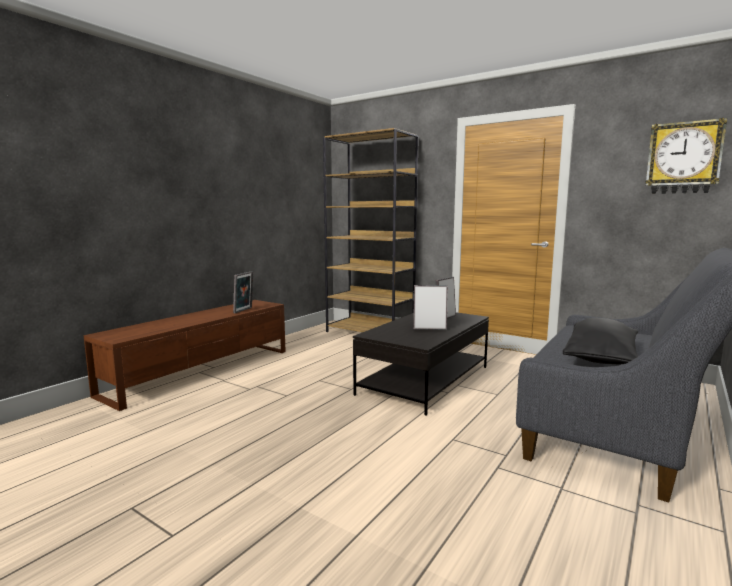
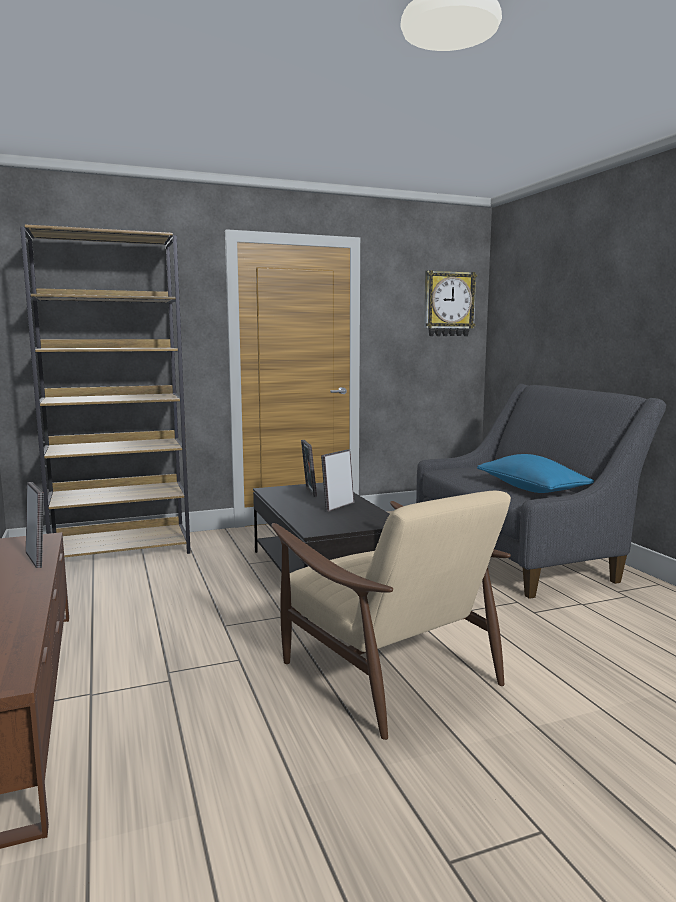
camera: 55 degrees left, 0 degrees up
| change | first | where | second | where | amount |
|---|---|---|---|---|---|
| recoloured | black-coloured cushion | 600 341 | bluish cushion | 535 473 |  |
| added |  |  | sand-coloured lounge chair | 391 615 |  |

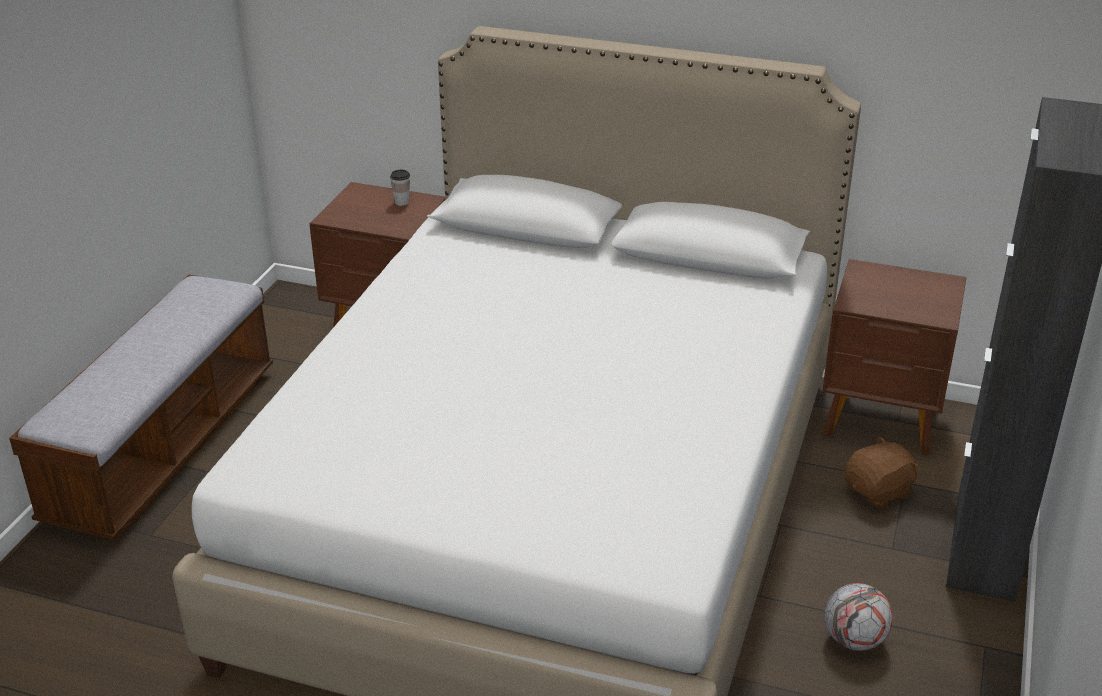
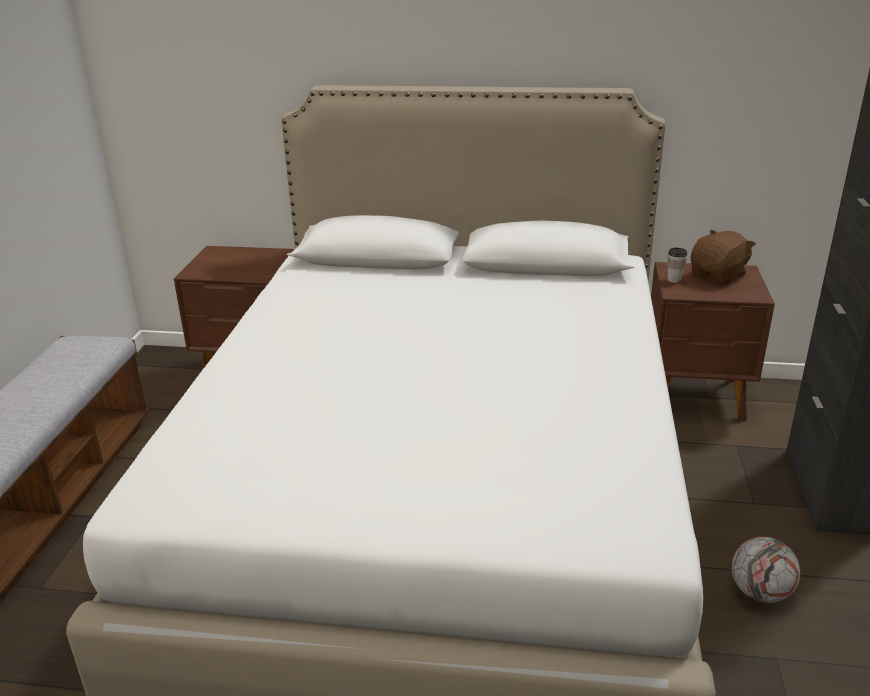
camera: 10 degrees left, 5 degrees down
| change | first | where | second | where | amount |
|---|---|---|---|---|---|
| moved | drinking cup | 400 188 |  | 677 265 |  |
| moved | brownish cuddly toy | 882 473 |  | 723 257 |  |

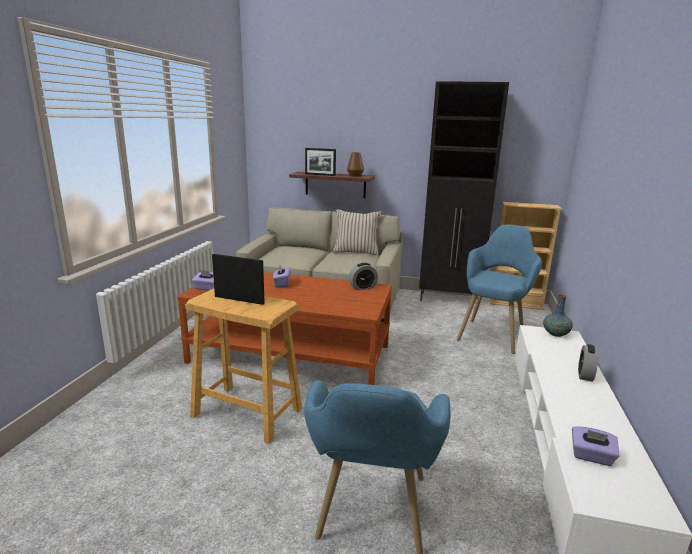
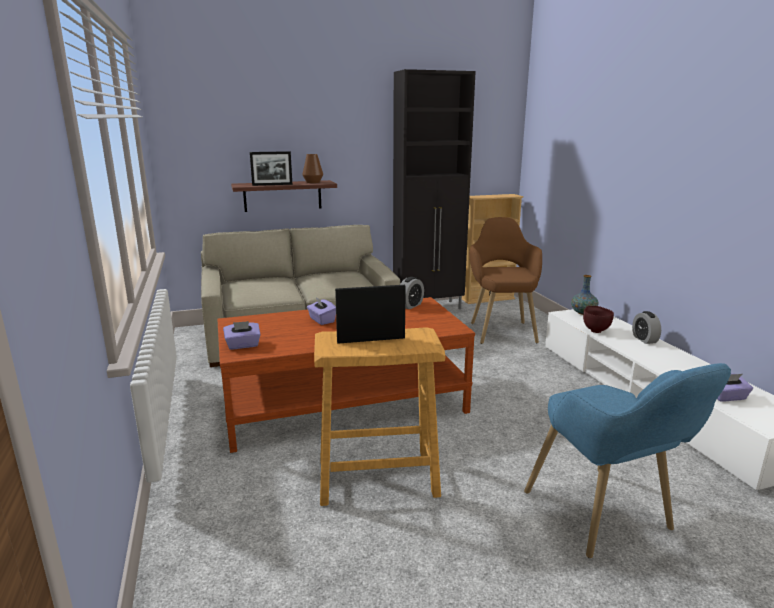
camera: 30 degrees left, 0 degrees up
| change | first | where | second | where | amount |
|---|---|---|---|---|---|
| removed | sand-coloured cushion | 357 232 |  |  |  |
| recoloured | bluish lounge chair | 499 289 | brownish lounge chair | 505 280 |  |
| added |  |  | brownish bowl | 598 319 |  |

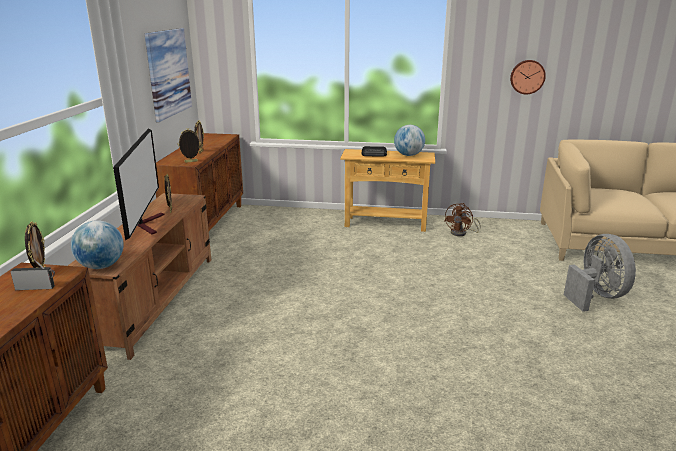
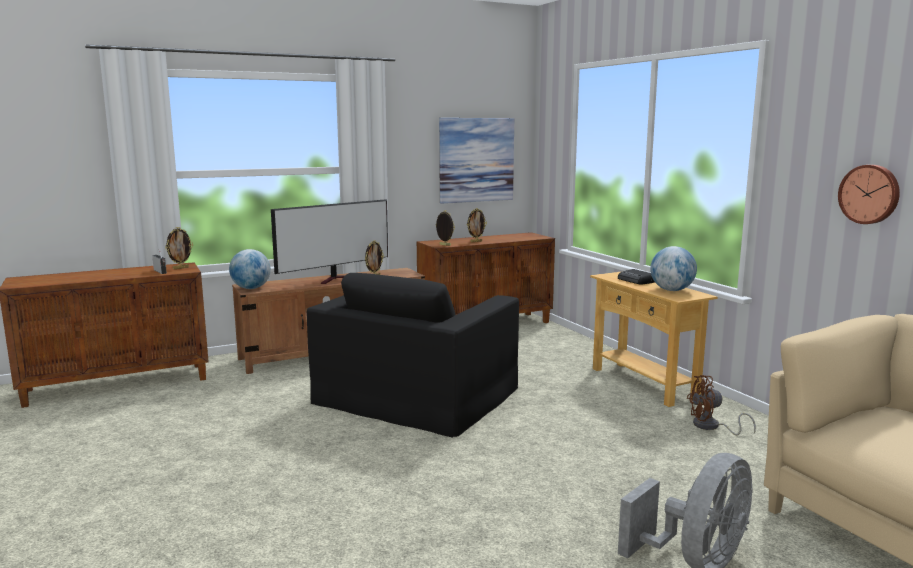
camera: 55 degrees right, 10 degrees down
| change | first | where | second | where | amount |
|---|---|---|---|---|---|
| added |  |  | black-coloured lounge chair | 413 355 |  |

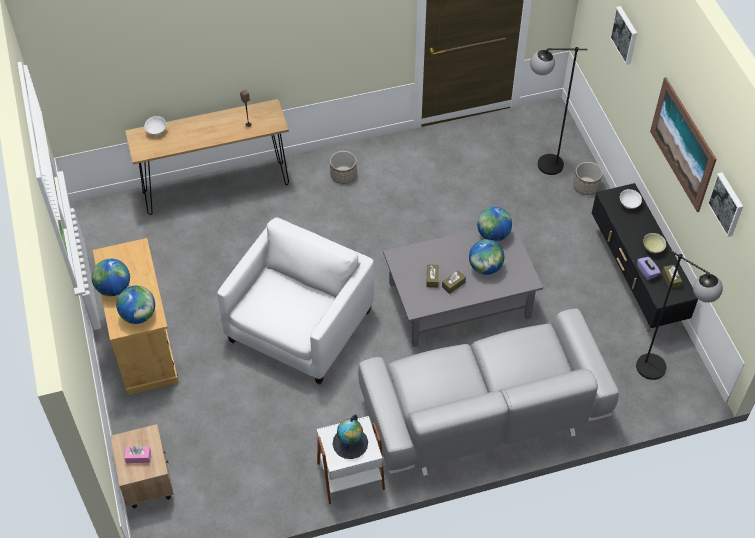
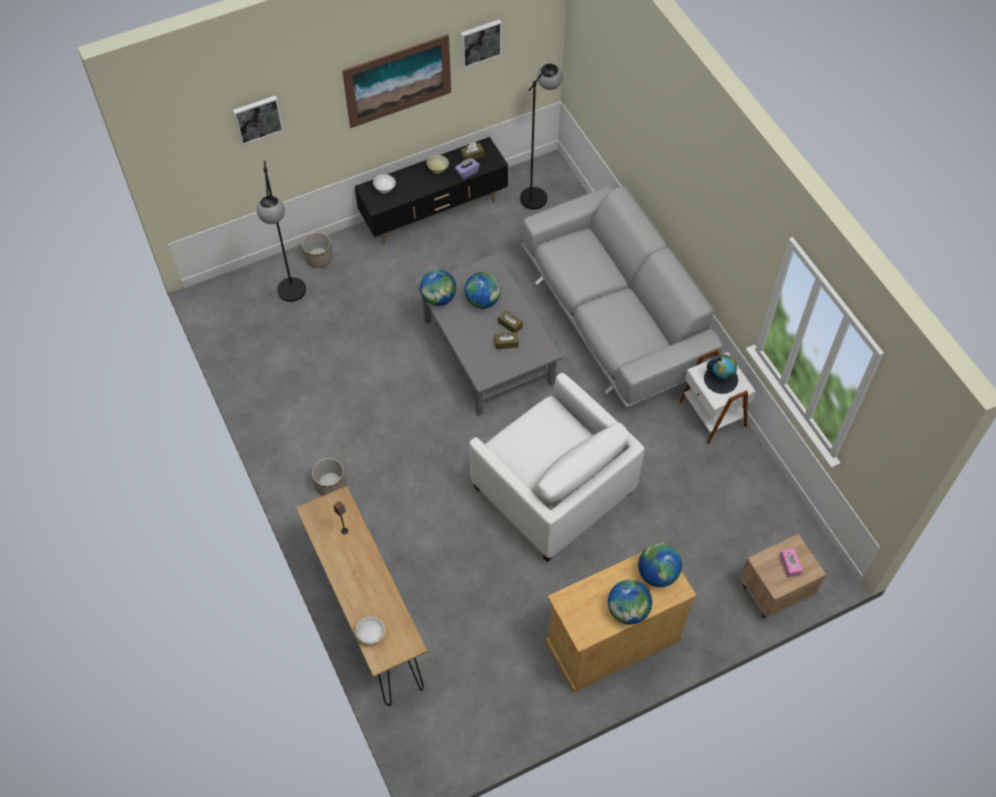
camera: 100 degrees left, 5 degrees up
| change | first | where | second | where | amount |
|---|---|---|---|---|---|
| turned | whitish lounge chair | 295 300 |  | 557 467 | 150 degrees counterclockwise |

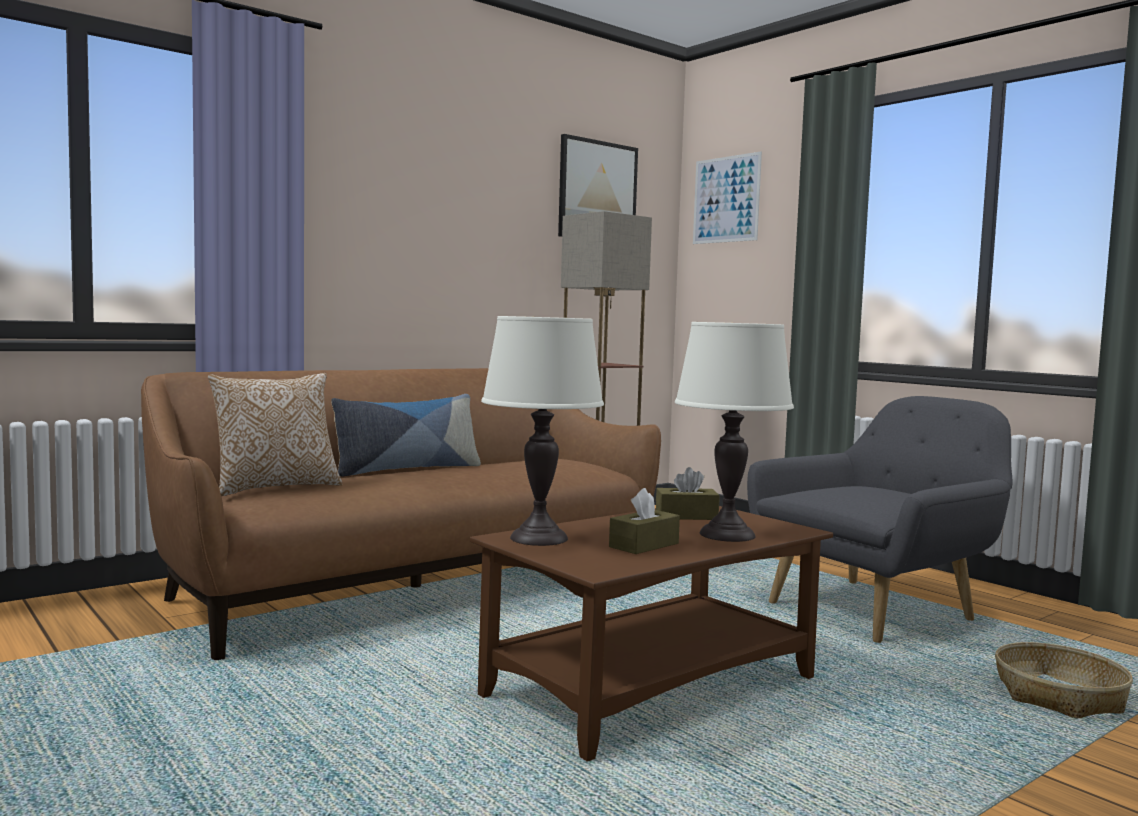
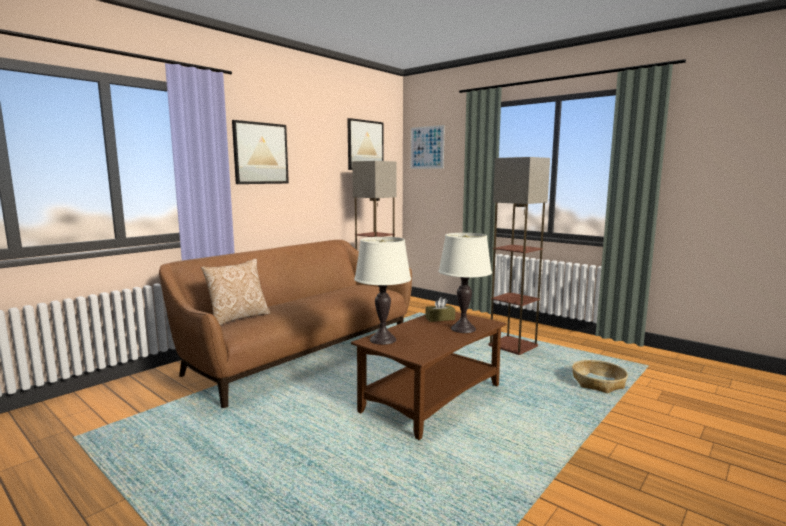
camera: 10 degrees left, 5 degrees up
| change | first | where | second | where | amount |
|---|---|---|---|---|---|
| removed | cushion | 406 435 |  |  |  |
| replaced | greyish lounge chair | 880 519 | standing lamp | 519 256 |  |
| removed | brownish box of tissues | 644 521 |  |  |  |
| added |  |  | wall picture | 260 152 |  |

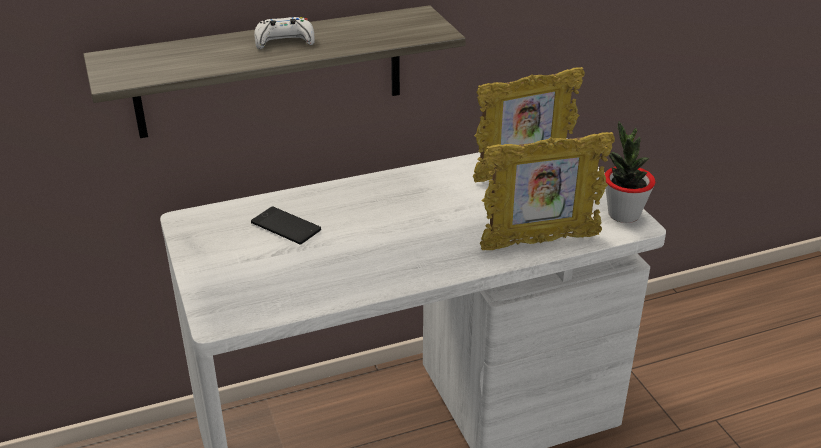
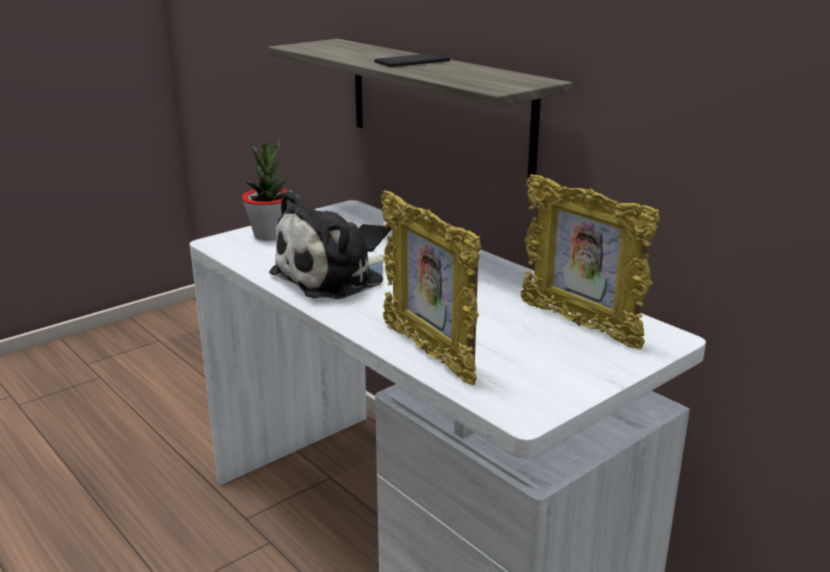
camera: 70 degrees right, 10 degrees down
| change | first | where | second | where | amount |
|---|---|---|---|---|---|
| replaced | whitish game controller | 285 33 | phone | 412 60 |  |
| moved | plant in a pot | 629 172 |  | 264 189 |  |
| added |  |  | cuddly toy | 327 244 |  |

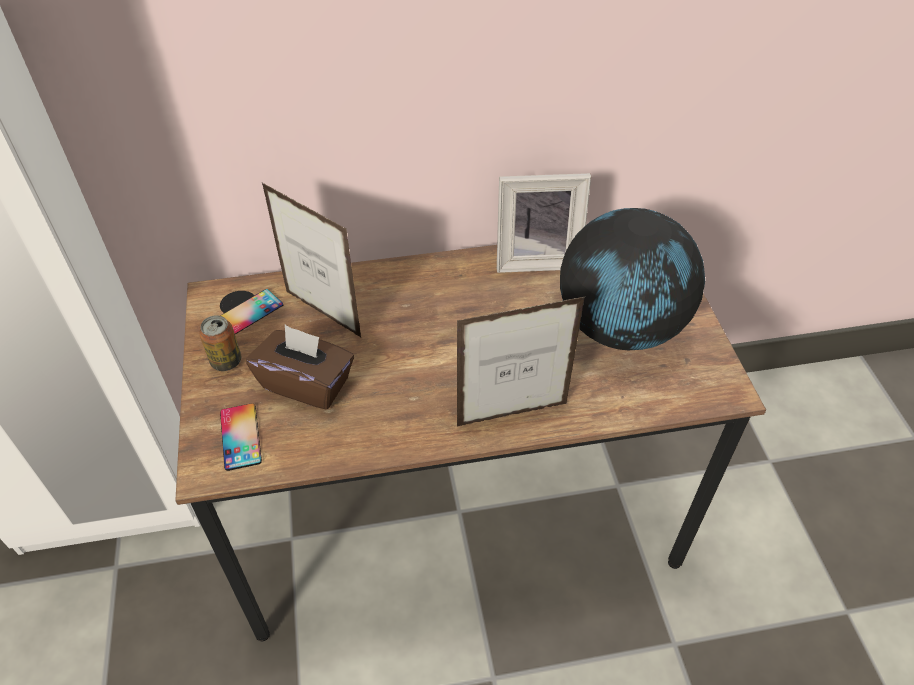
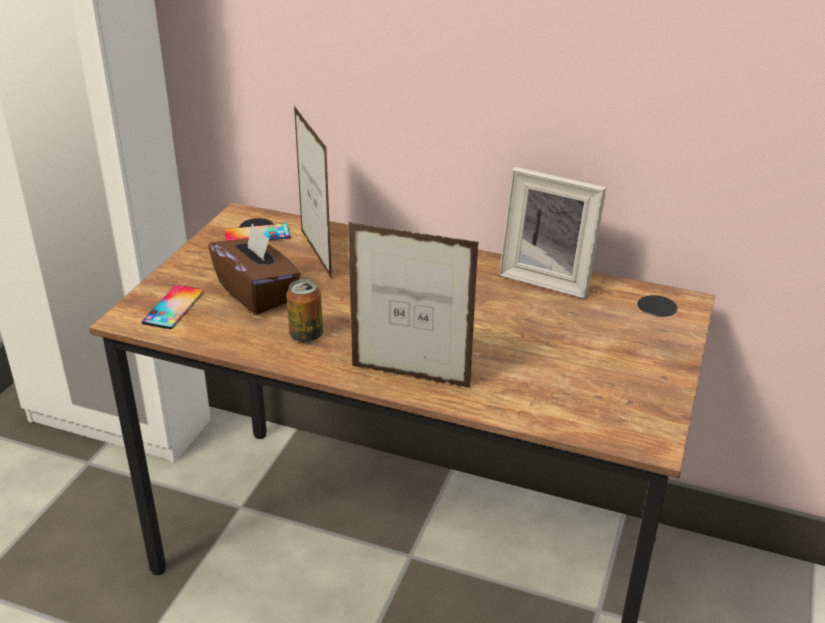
camera: 30 degrees right, 15 degrees down
| change | first | where | second | where | amount |
|---|---|---|---|---|---|
| removed | desk globe | 632 279 |  |  |  |
| moved | sealed can | 220 343 |  | 304 310 |  |

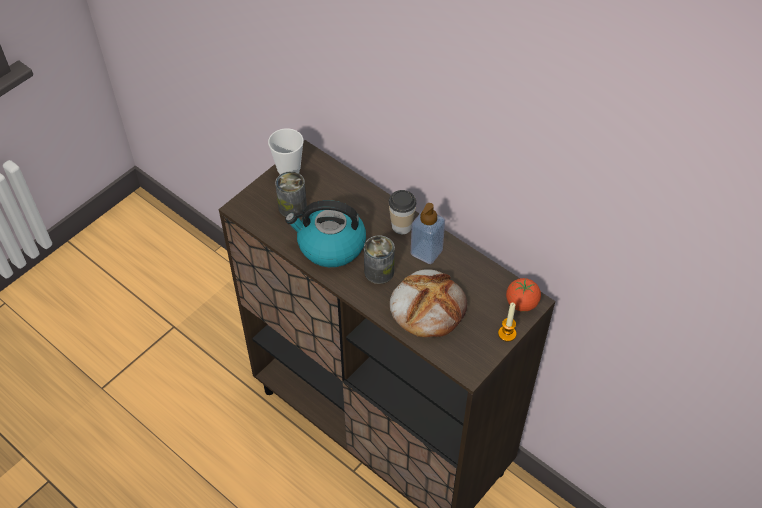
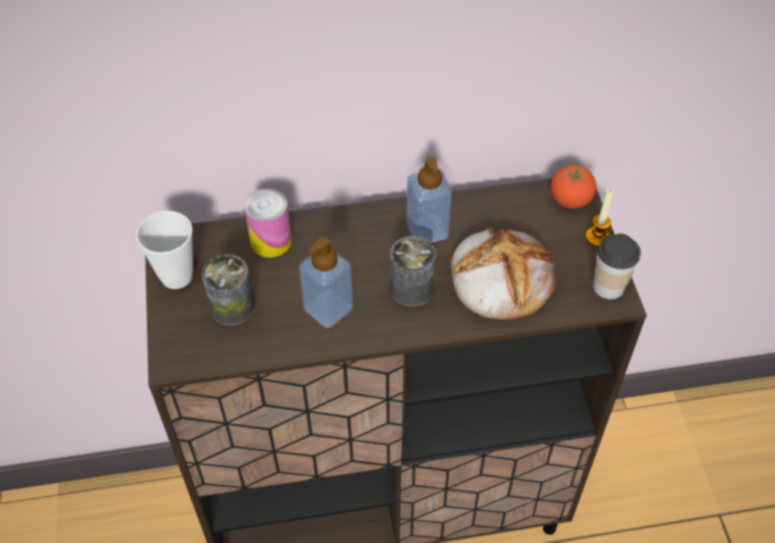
camera: 50 degrees left, 0 degrees up
| change | first | where | second | where | amount |
|---|---|---|---|---|---|
| moved | drinking cup | 402 212 |  | 617 266 |  |
| replaced | kettle | 325 233 | soap bottle | 326 282 |  |
| added |  |  | sealed can | 268 222 |  |

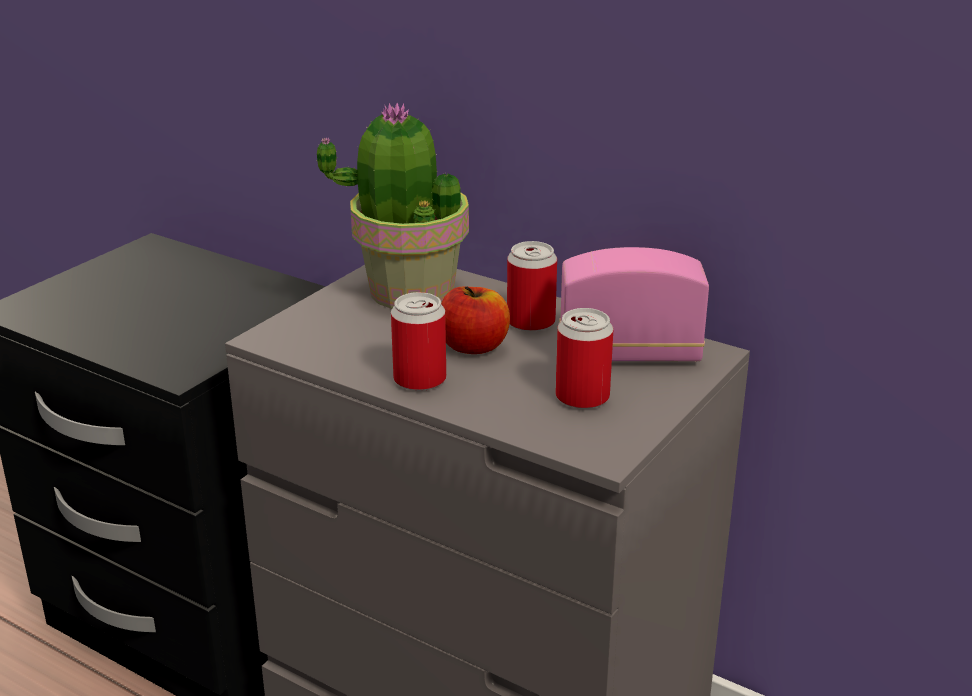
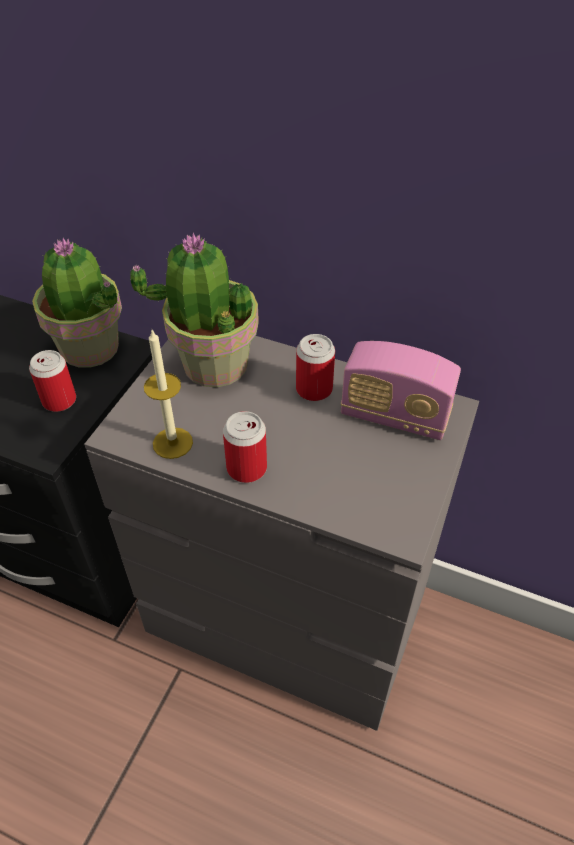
camera: 10 degrees left, 20 degrees up
| change | first | where | second | where | amount |
|---|---|---|---|---|---|
| turned | radio receiver | 634 304 |  | 401 390 | 150 degrees counterclockwise |
| removed | whole apple | 475 320 |  |  |  |
| moved | sealed can | 584 358 |  | 52 381 |  |
| added |  |  | plant in a pot | 77 303 |  |
| added |  |  | wax candle | 168 394 |  |

